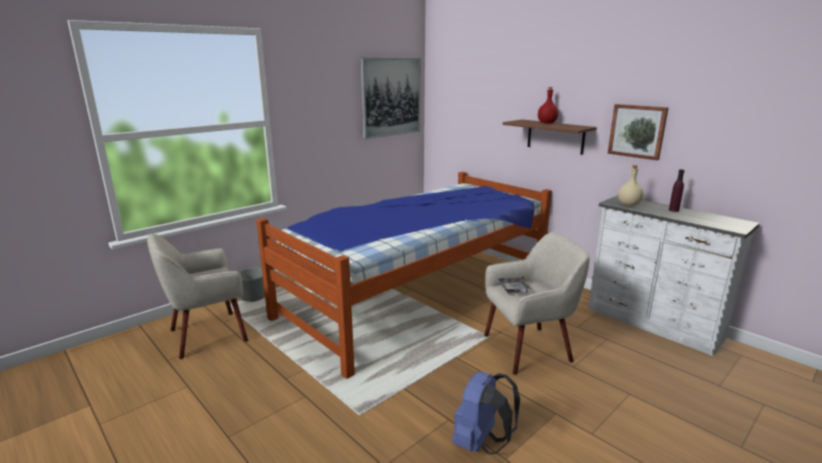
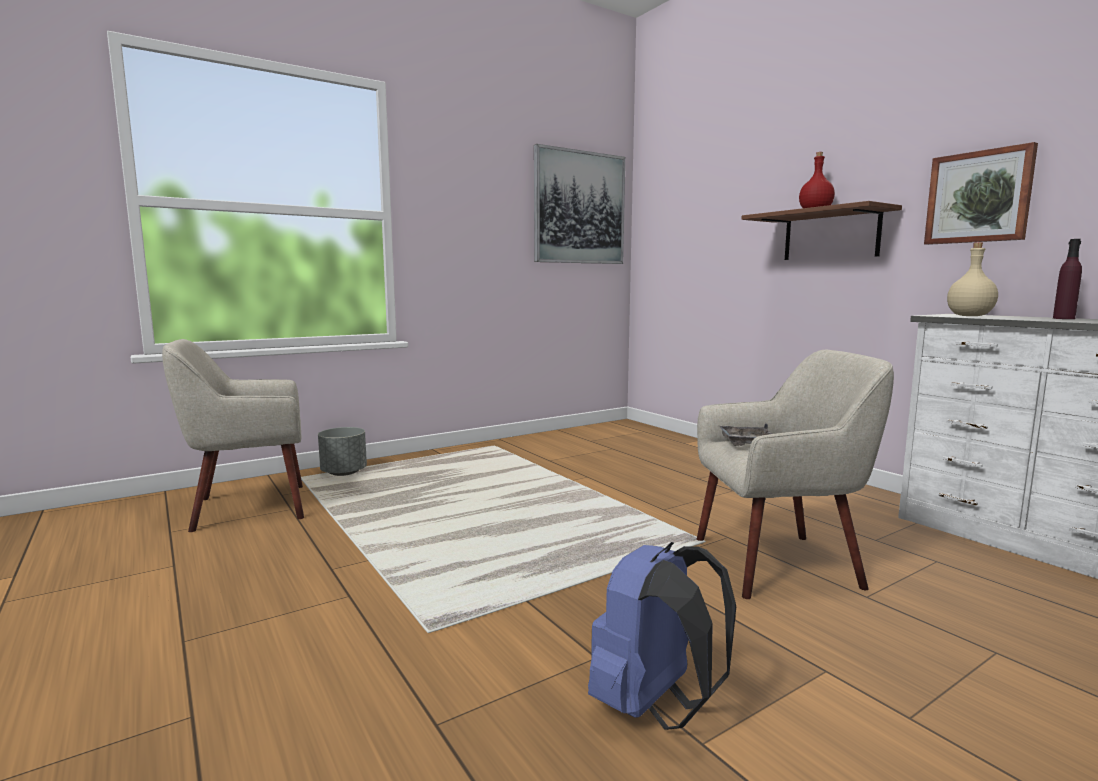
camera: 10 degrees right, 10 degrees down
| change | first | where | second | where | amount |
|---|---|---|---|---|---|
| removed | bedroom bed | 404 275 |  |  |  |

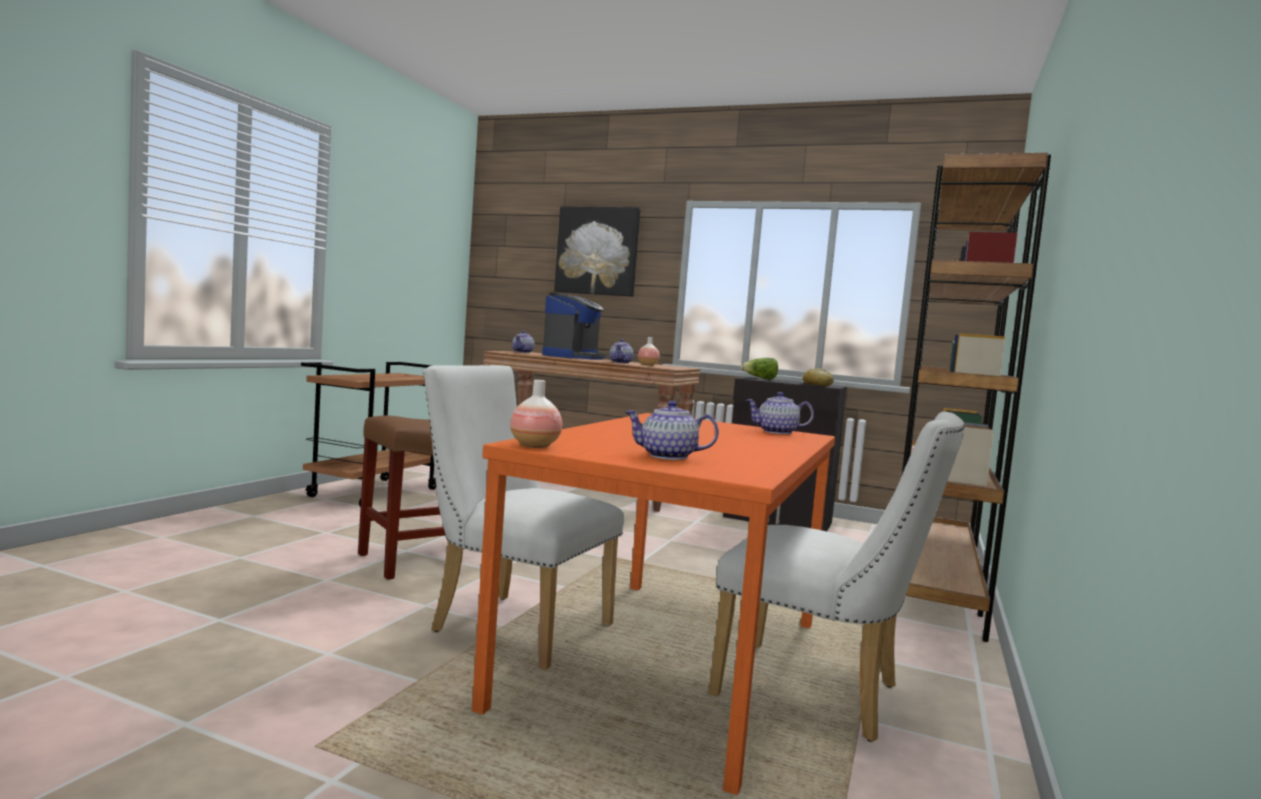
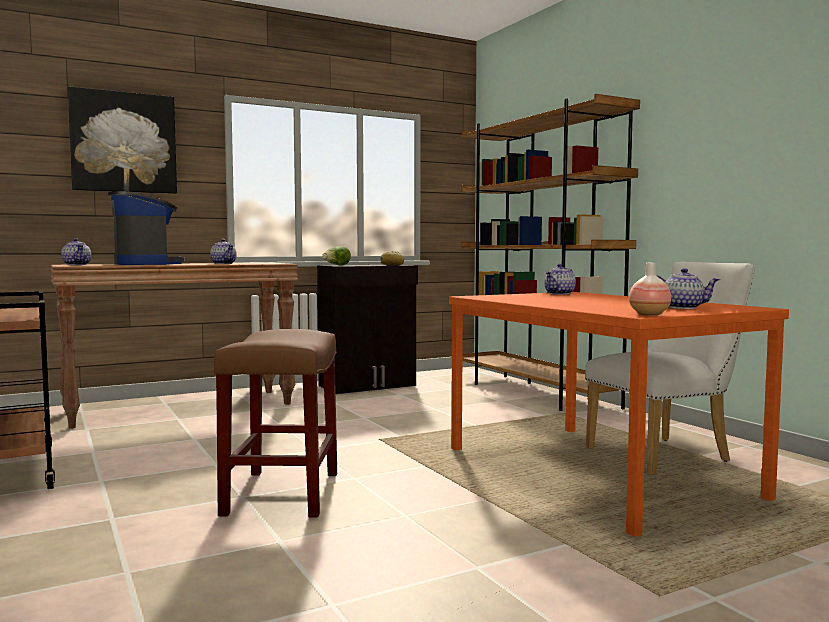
camera: 50 degrees left, 0 degrees up
| change | first | where | second | where | amount |
|---|---|---|---|---|---|
| removed | vase | 649 351 |  |  |  |
| removed | whitish plain chair | 523 517 |  |  |  |
| turned | teapot | 672 430 |  | 688 288 | 120 degrees counterclockwise |

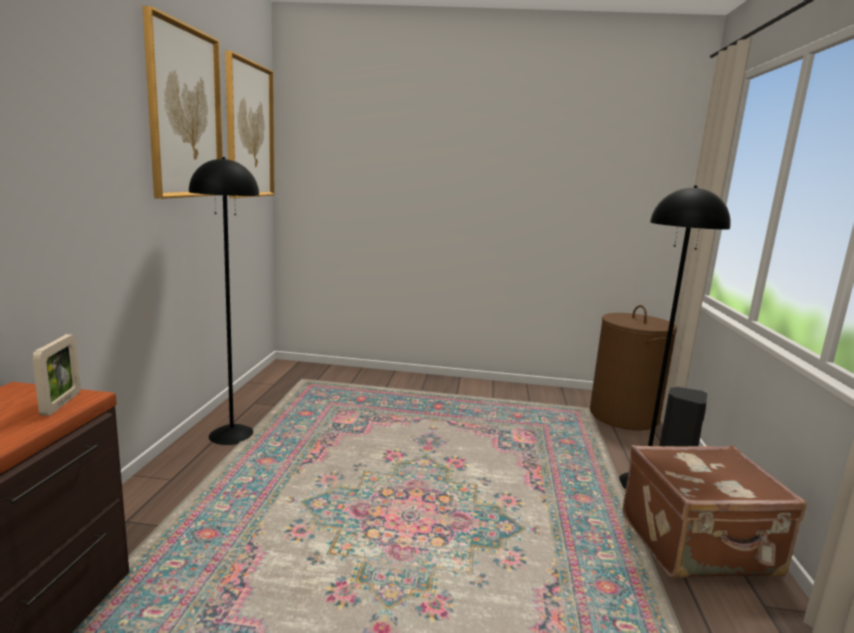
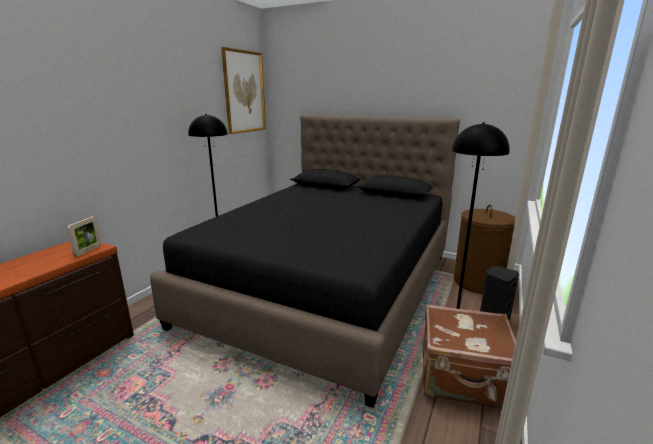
camera: 20 degrees right, 5 degrees up
| change | first | where | second | where | amount |
|---|---|---|---|---|---|
| removed | wall picture | 182 102 |  |  |  |
| added |  |  | black-coloured bedroom bed | 305 261 |  |

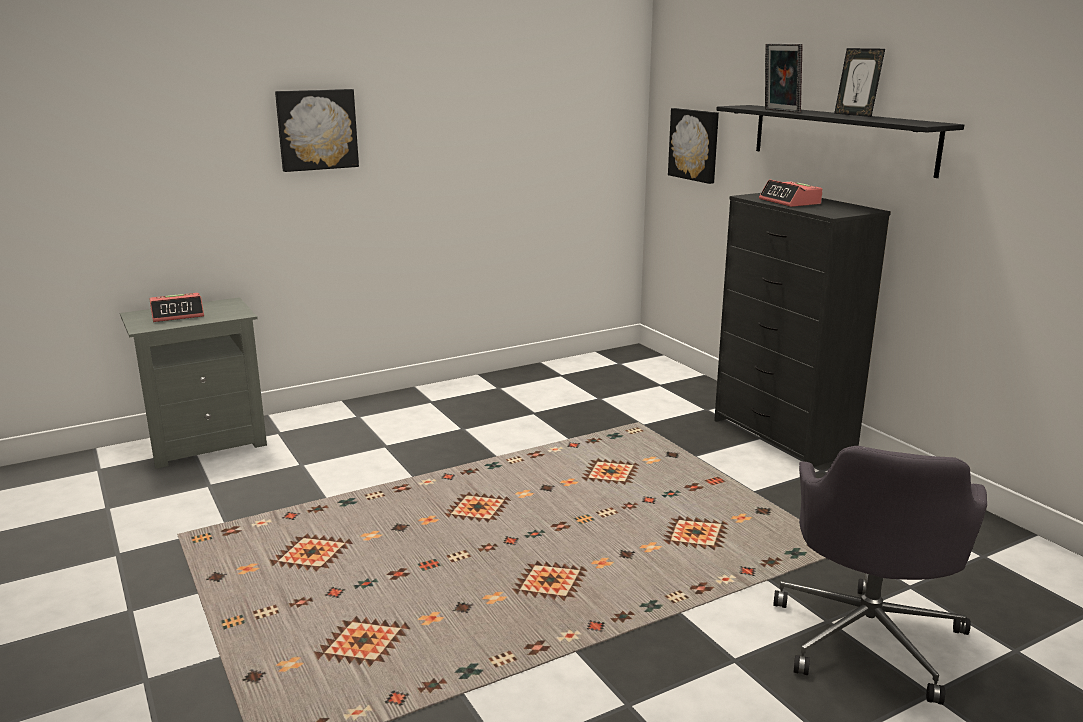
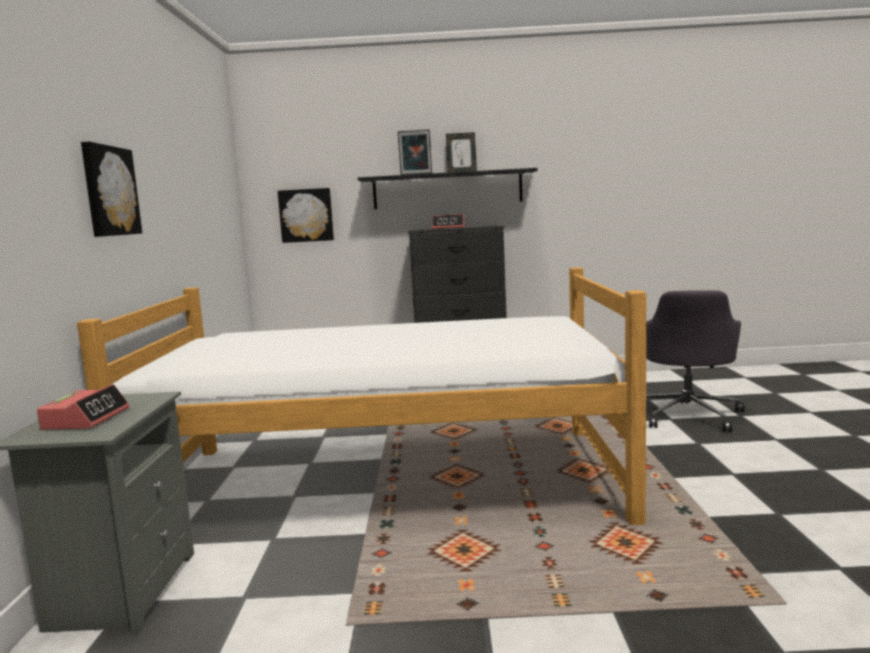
camera: 60 degrees left, 10 degrees down
| change | first | where | second | where | amount |
|---|---|---|---|---|---|
| turned | greyish desk chair | 880 575 |  | 695 361 | 60 degrees clockwise |
| added |  |  | bedroom bed | 361 396 |  |

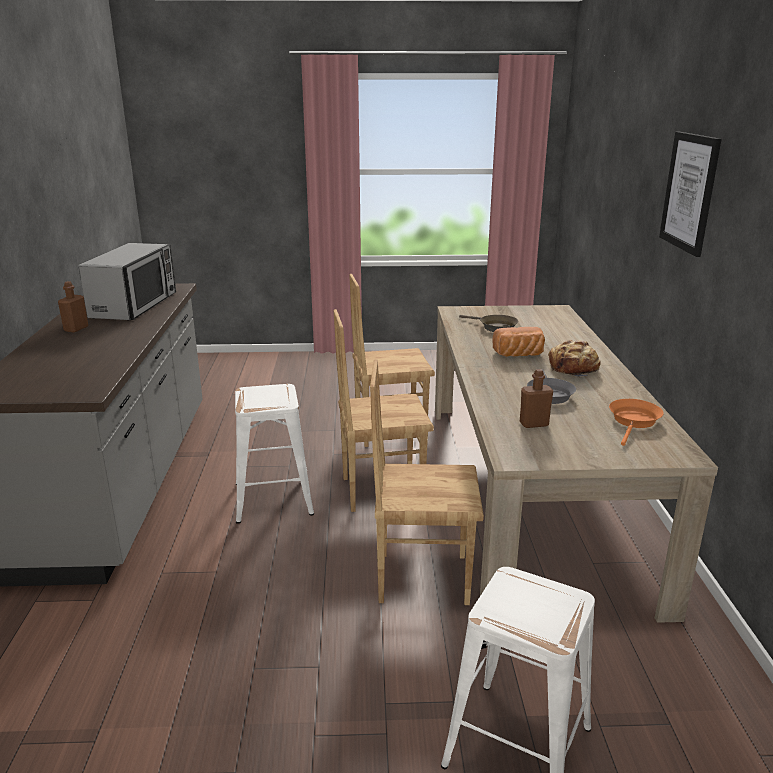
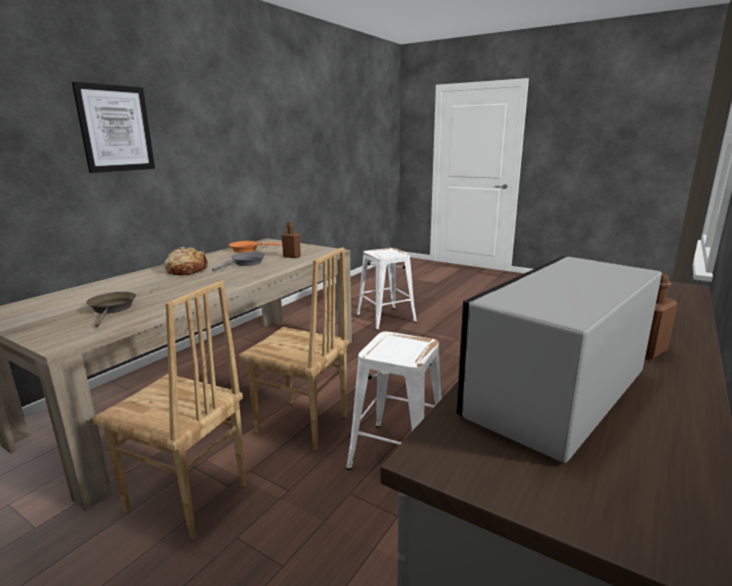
camera: 145 degrees left, 5 degrees down
| change | first | where | second | where | amount |
|---|---|---|---|---|---|
| removed | bread | 519 342 |  |  |  |
| removed | brownish plain chair | 427 482 |  |  |  |

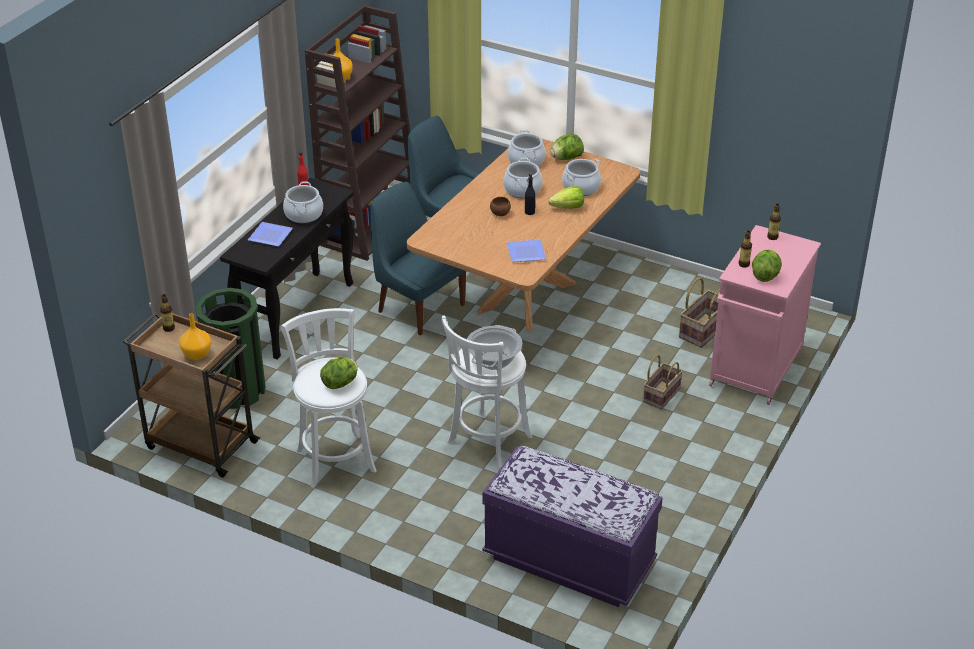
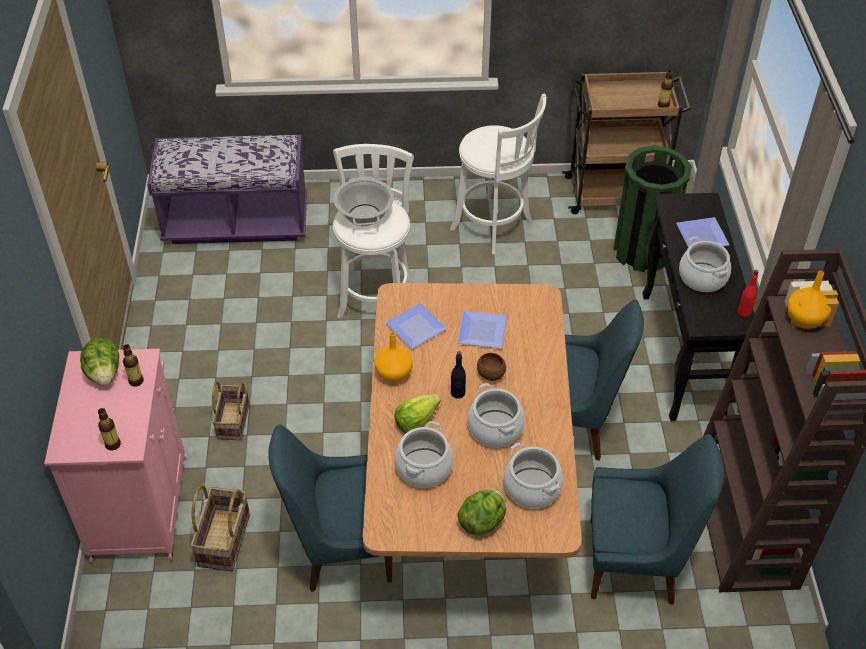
camera: 150 degrees right, 10 degrees up
| change | first | where | second | where | amount |
|---|---|---|---|---|---|
| moved | orange vase | 195 336 |  | 393 357 |  |
| removed | head of lettuce | 339 373 |  |  |  |
| added |  |  | dinner plate | 482 329 |  |
| added |  |  | bluish plain chair | 330 508 |  |

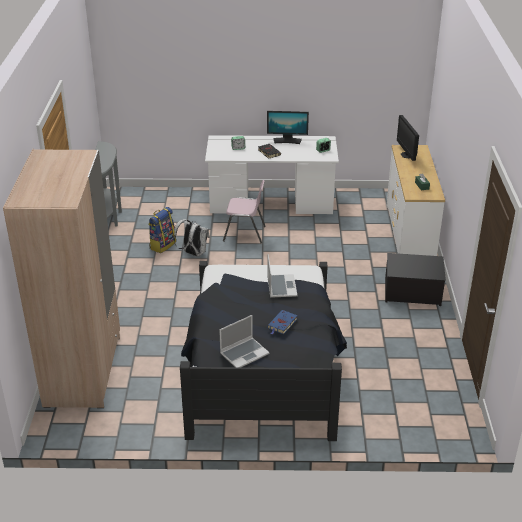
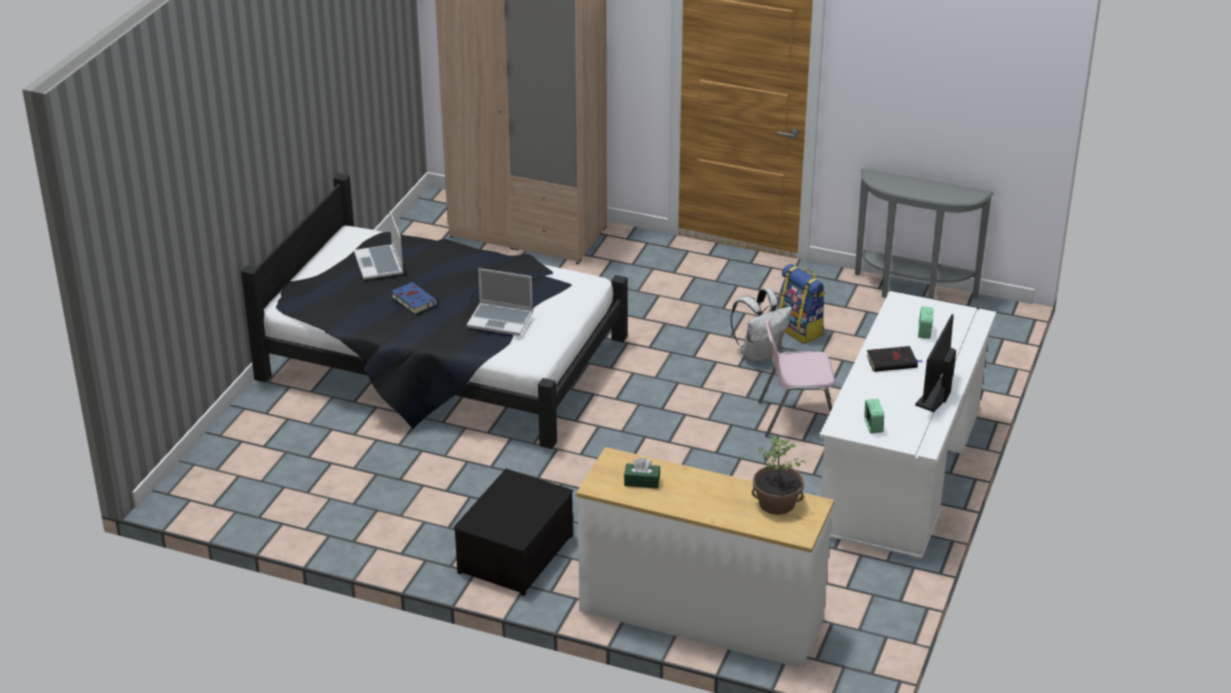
camera: 110 degrees right, 0 degrees up
| change | first | where | second | where | amount |
|---|---|---|---|---|---|
| replaced | computer screen | 408 138 | plant in a pot | 778 476 |  |
| turned | pink plain chair | 244 211 |  | 796 378 | 60 degrees clockwise |

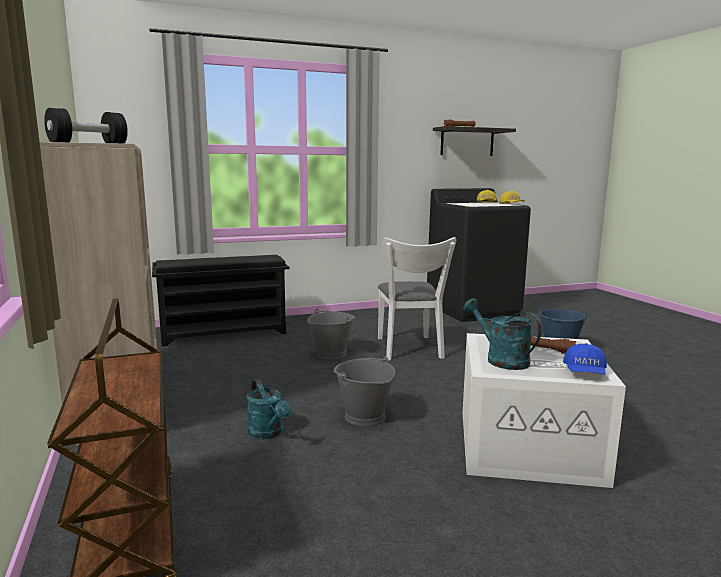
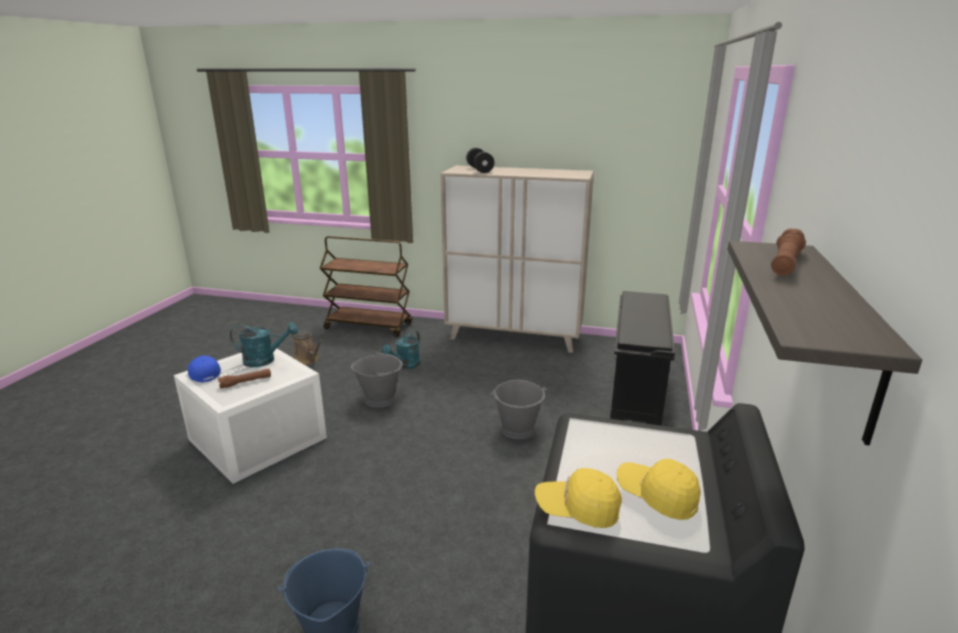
camera: 125 degrees right, 10 degrees up
| change | first | where | second | where | amount |
|---|---|---|---|---|---|
| removed | whitish plain chair | 417 298 |  |  |  |
| turned | blue-green watering pot | 269 409 |  | 401 349 | 60 degrees counterclockwise |
| added |  |  | brownish watering pot | 307 347 |  |

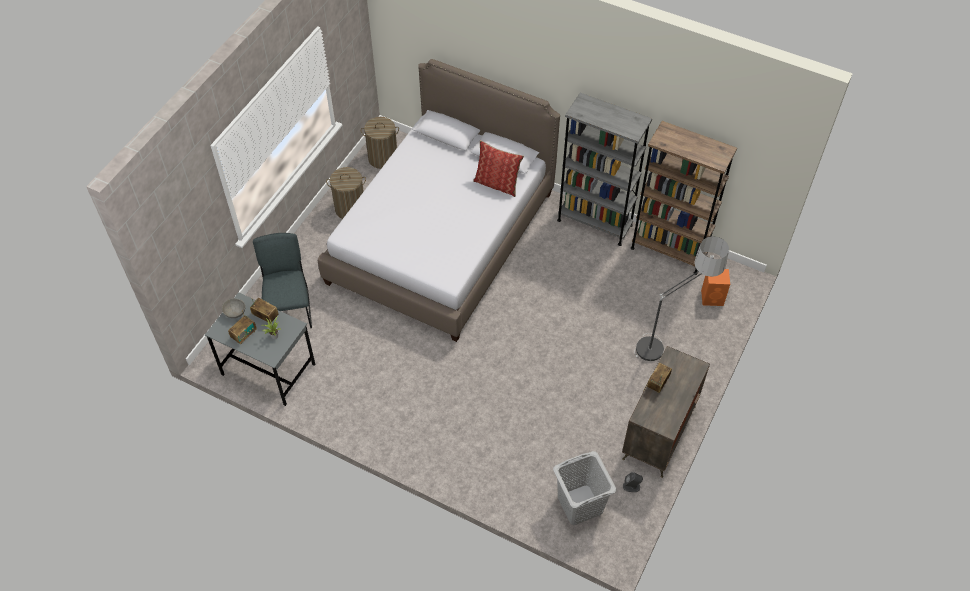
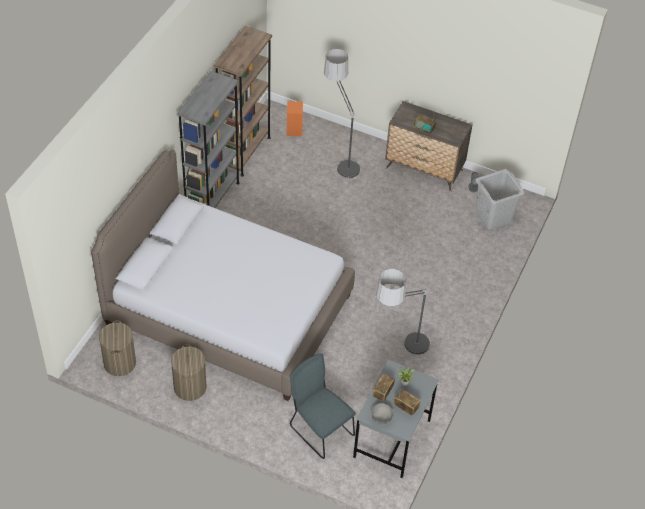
camera: 95 degrees left, 5 degrees down
| change | first | where | second | where | amount |
|---|---|---|---|---|---|
| removed | cushion | 498 168 |  |  |  |
| turned | greyish plain chair | 282 281 |  | 323 406 | 60 degrees clockwise |
| added |  |  | standing lamp | 403 314 |  |

